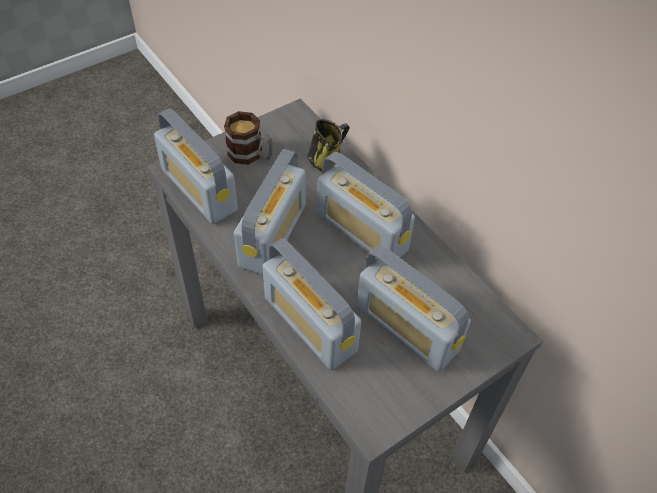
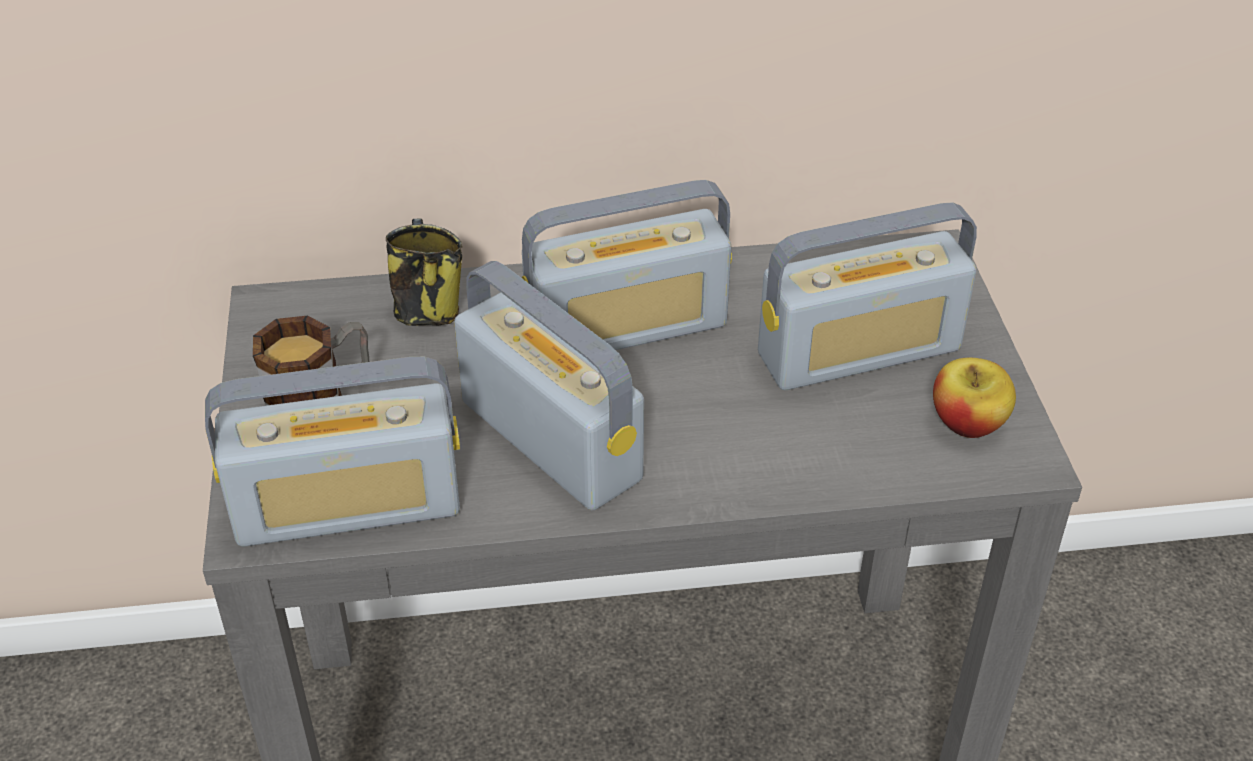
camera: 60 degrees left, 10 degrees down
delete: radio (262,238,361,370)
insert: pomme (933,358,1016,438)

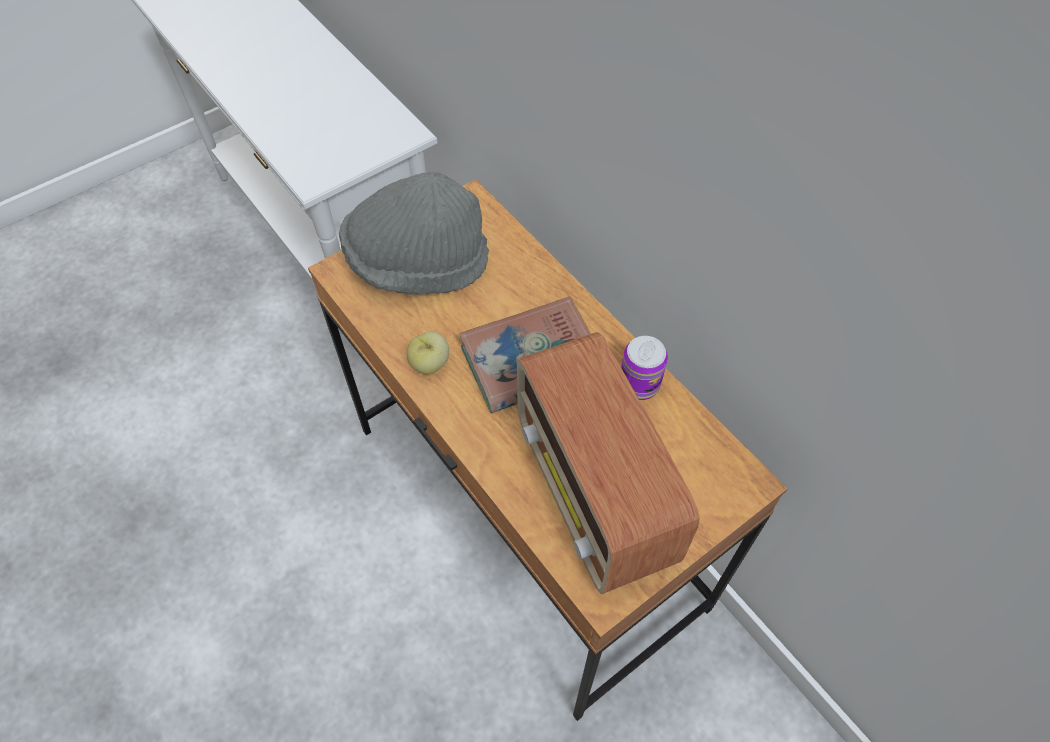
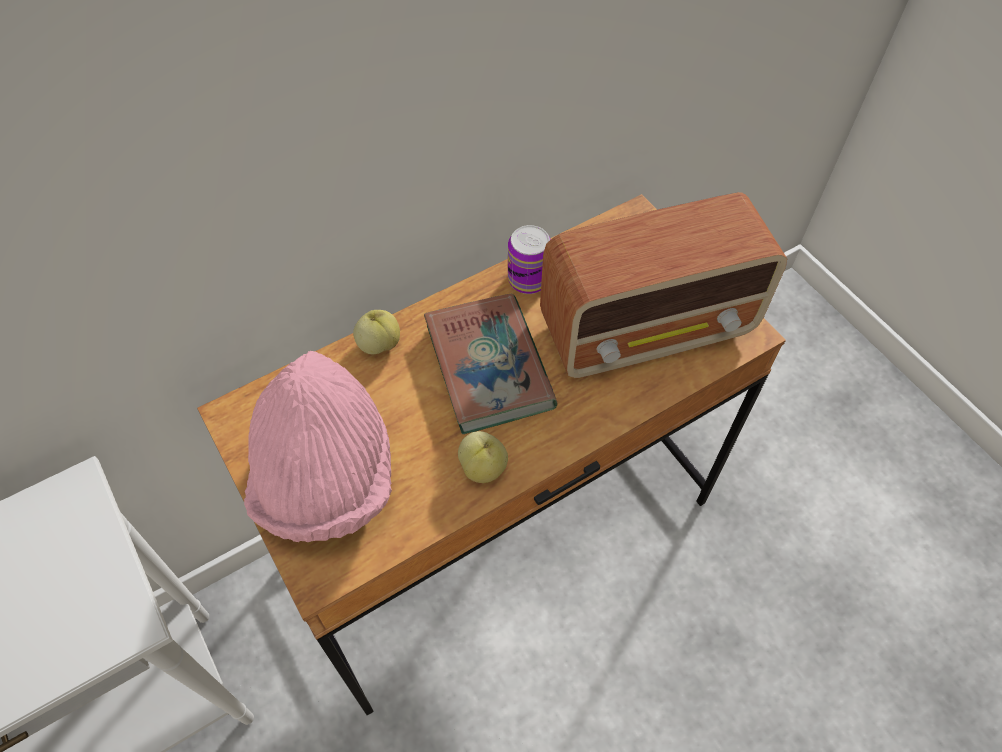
camera: 85 degrees left, 0 degrees up
insert: pomme (353,310,400,354)
recolor: chapeau/gris (339,172,489,295) to chapeau/rose (244,351,392,542)

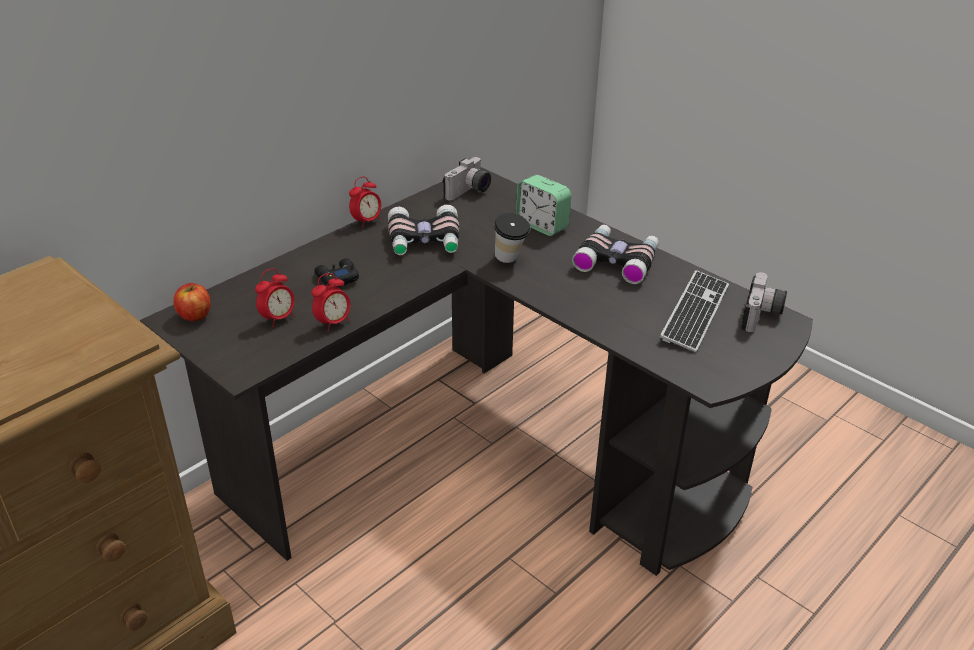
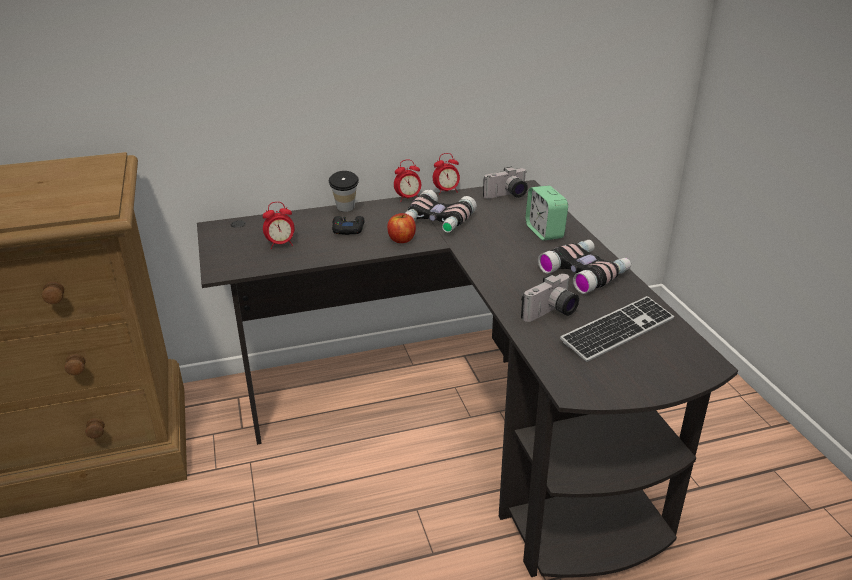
camera: 30 degrees right, 5 degrees down
move: tasse (494,213,531,263) to (329,171,359,212); appareil photo (741,272,787,332) to (521,274,579,322); réveil (312,273,350,332) to (433,153,460,195); pomme (173,283,211,321) to (387,213,416,243)

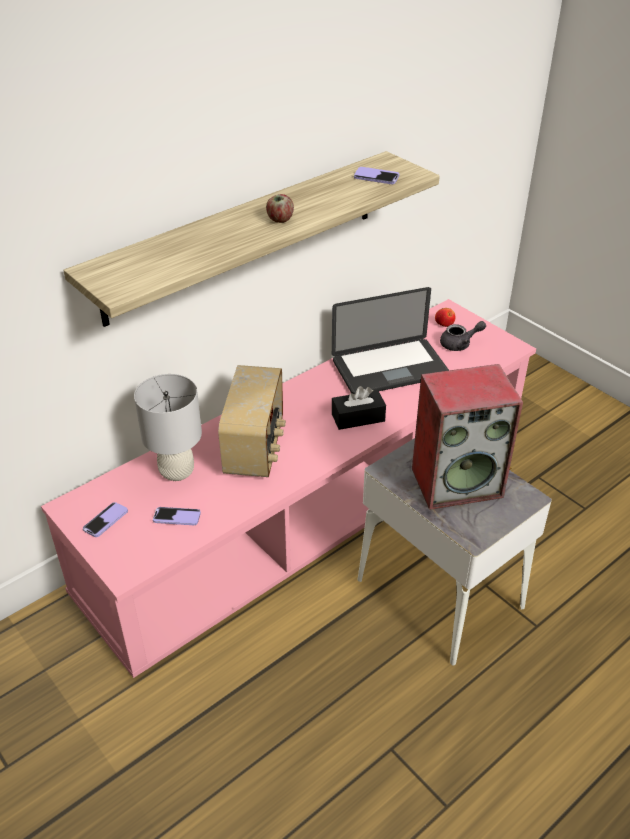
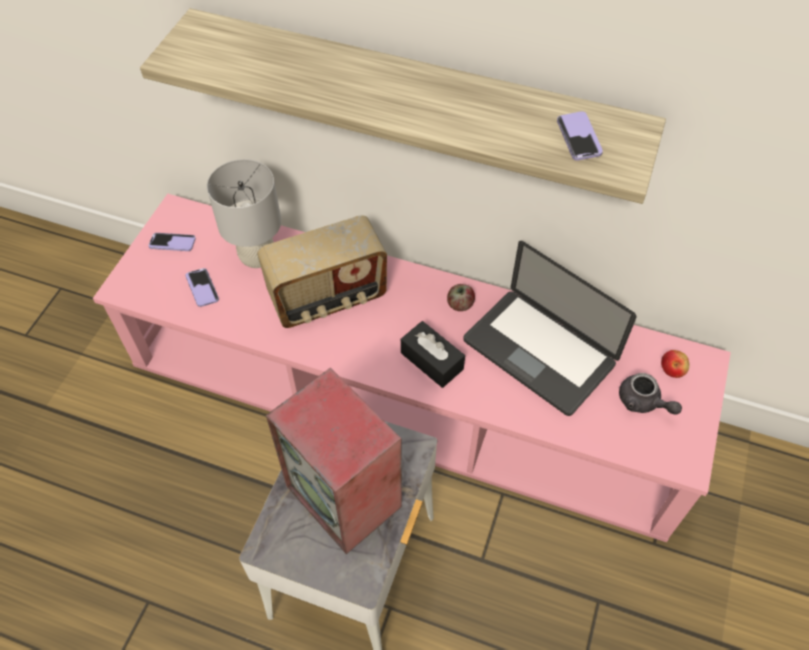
camera: 60 degrees right, 15 degrees up
move: pomme (266,194,294,223) to (447,284,475,311)

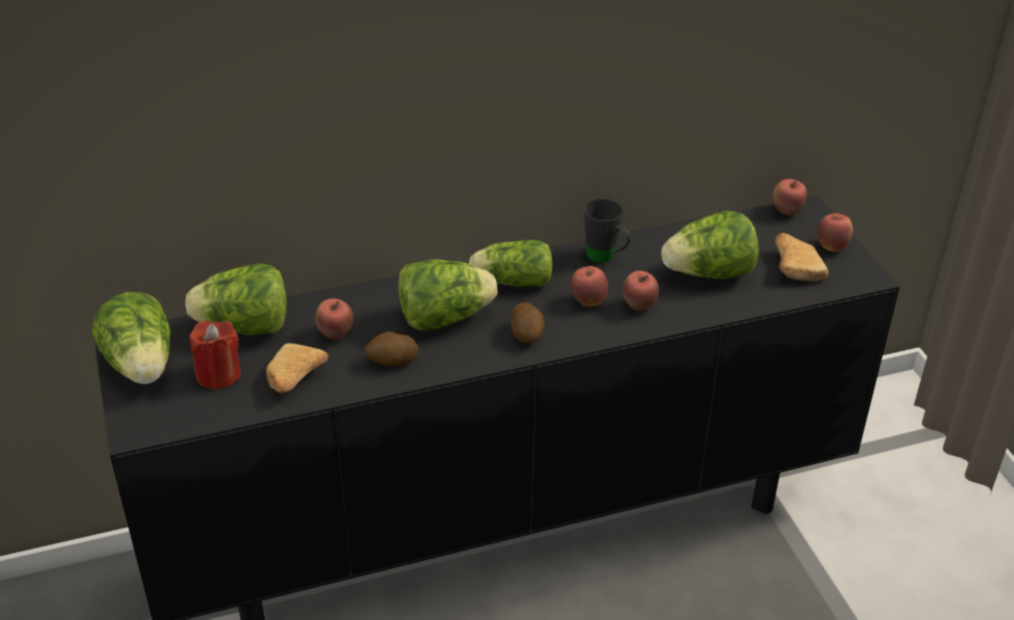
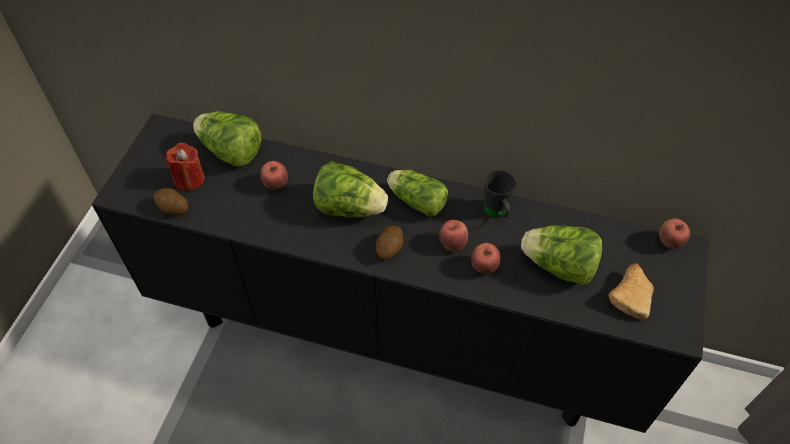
camera: 35 degrees right, 15 degrees up
delete: pomme (817,213,853,252); laitue (92,292,171,384); pain (266,343,328,393)
move: pomme de terre (364,332,419,366) to (153,188,188,215)

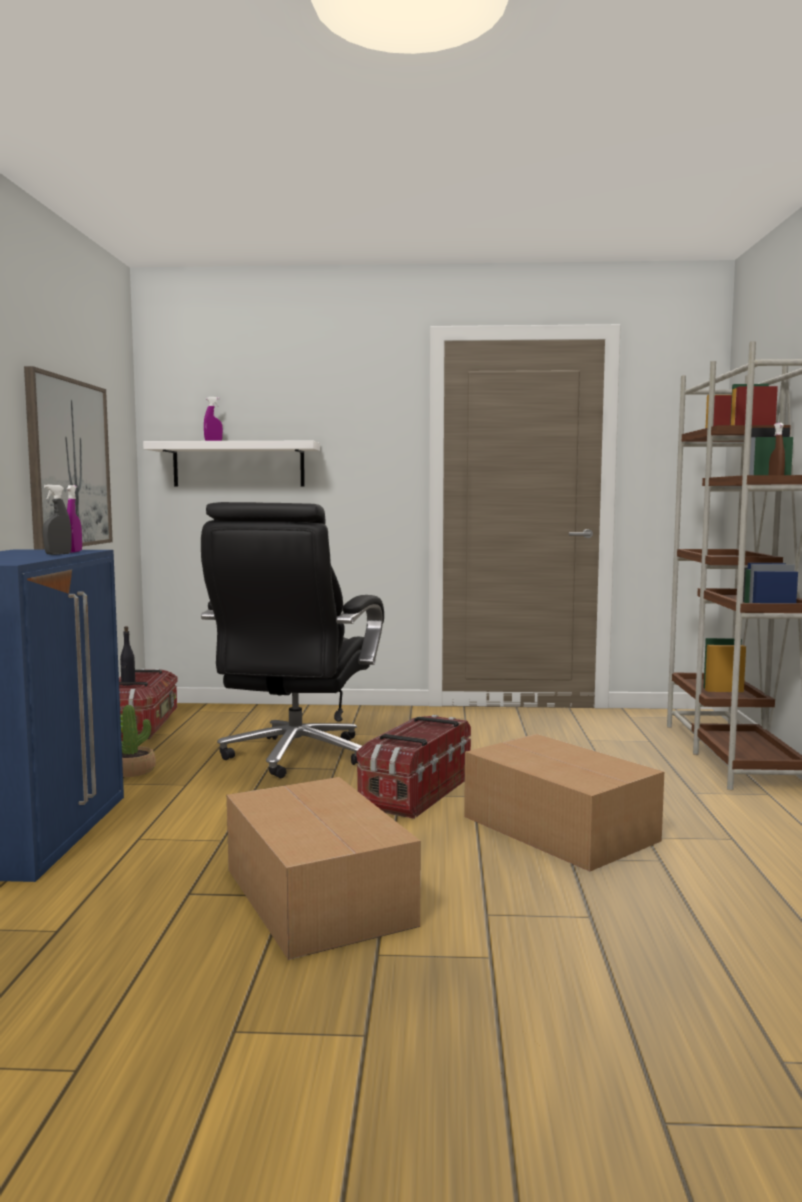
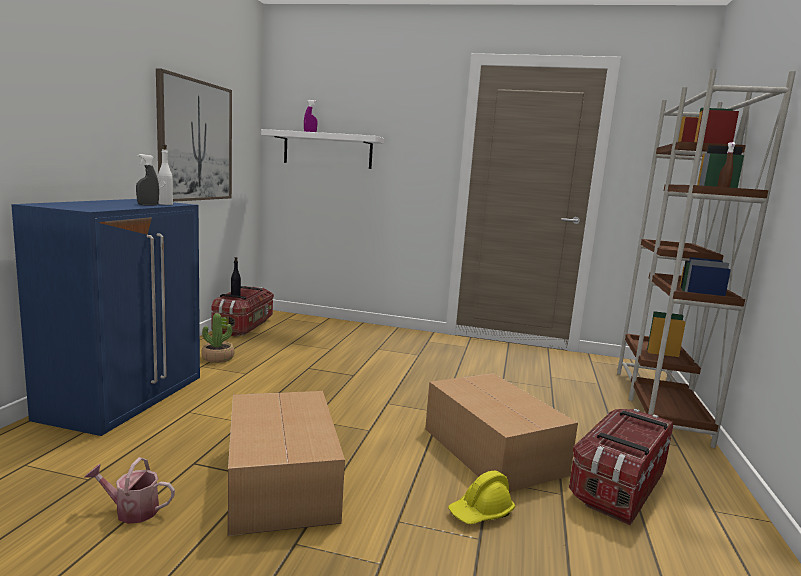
camera: 10 degrees right, 5 degrees up
delete: chaise de bureau/noir (201,502,384,778)
insert: arrosoir (84,457,175,524); casque de chantier/jaune (448,471,515,524)
move: boîte de rangement (357,715,471,819) to (569,409,673,526)
replace: vaporisateur/violet (67,485,82,553) to bouteille/blanc (158,144,173,205)

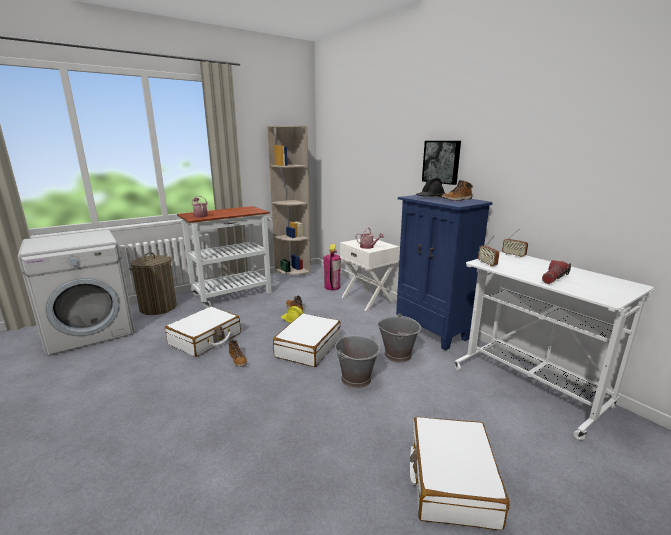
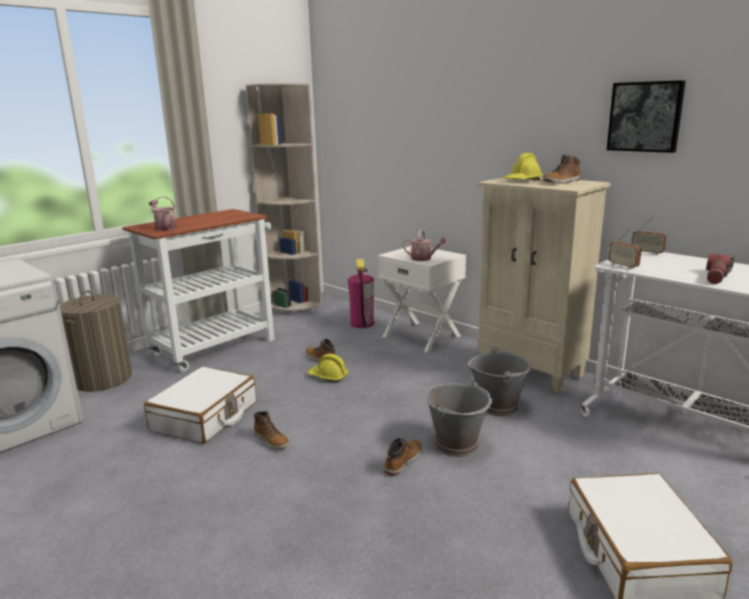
camera: 10 degrees left, 0 degrees up
delete: valise/blanc (273,313,341,367)
insert: botte (384,438,422,476)
move: tableau (422,141,461,185) to (607,80,686,153)
recolor: casque de chantier/noir (415,178,445,197) to casque de chantier/jaune (504,153,543,180); meuble de rangement/bleu (396,195,492,350) to meuble de rangement/beige (477,177,611,393)

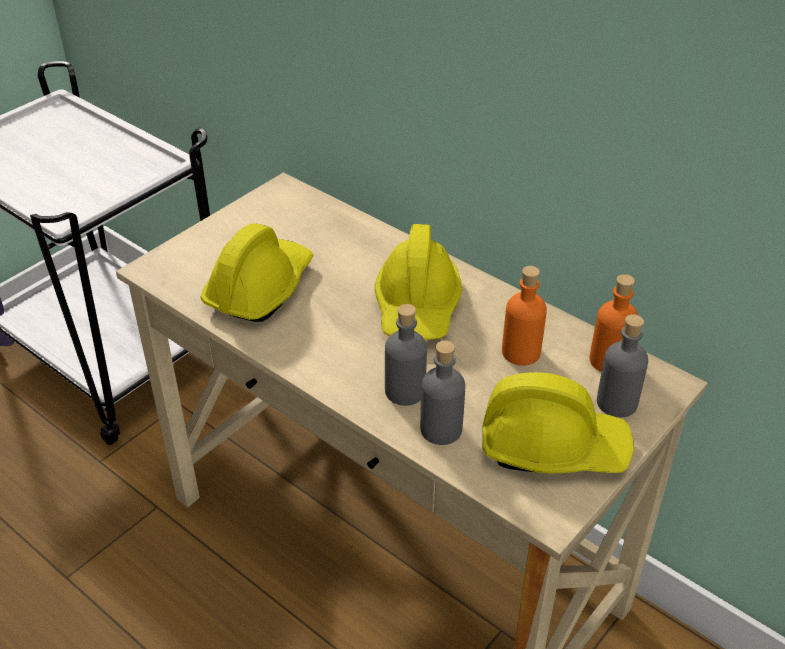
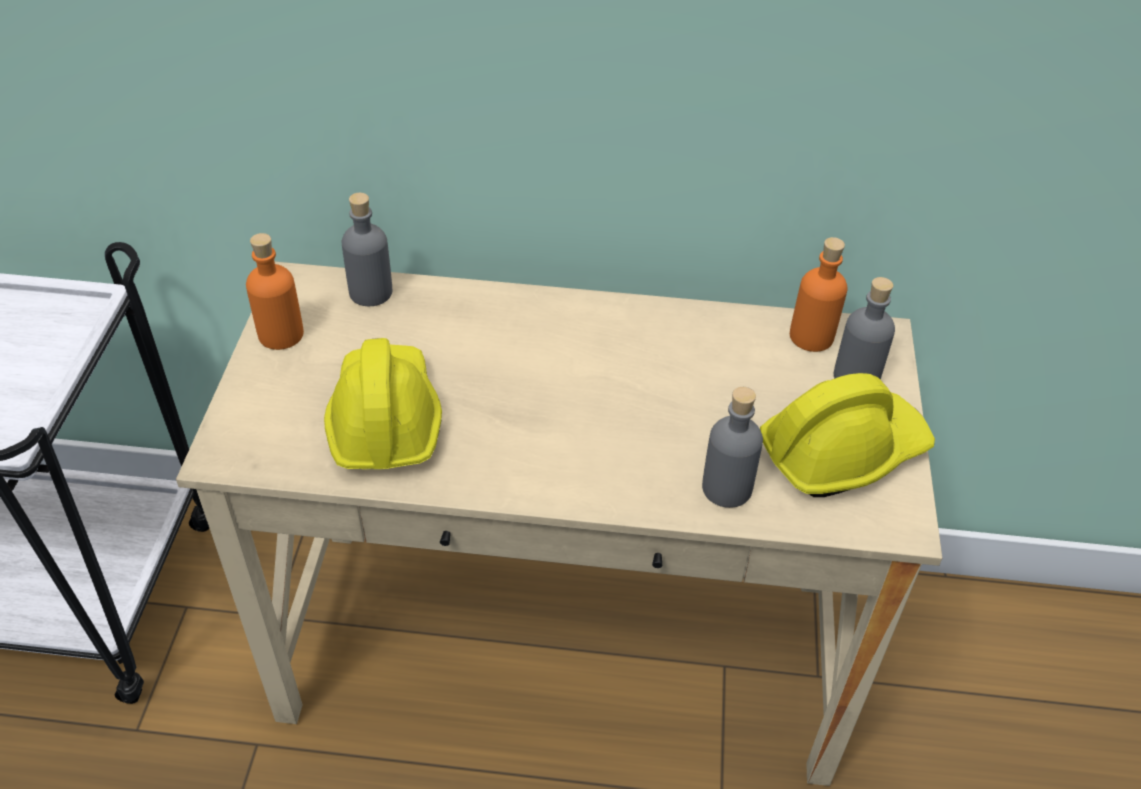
camera: 35 degrees left, 5 degrees up
delete: casque de chantier/jaune (375,224,462,340)
move: bouteille/orange (502,266,547,366) to (246,233,304,350); bouteille/gris (385,304,427,406) to (342,193,392,306)

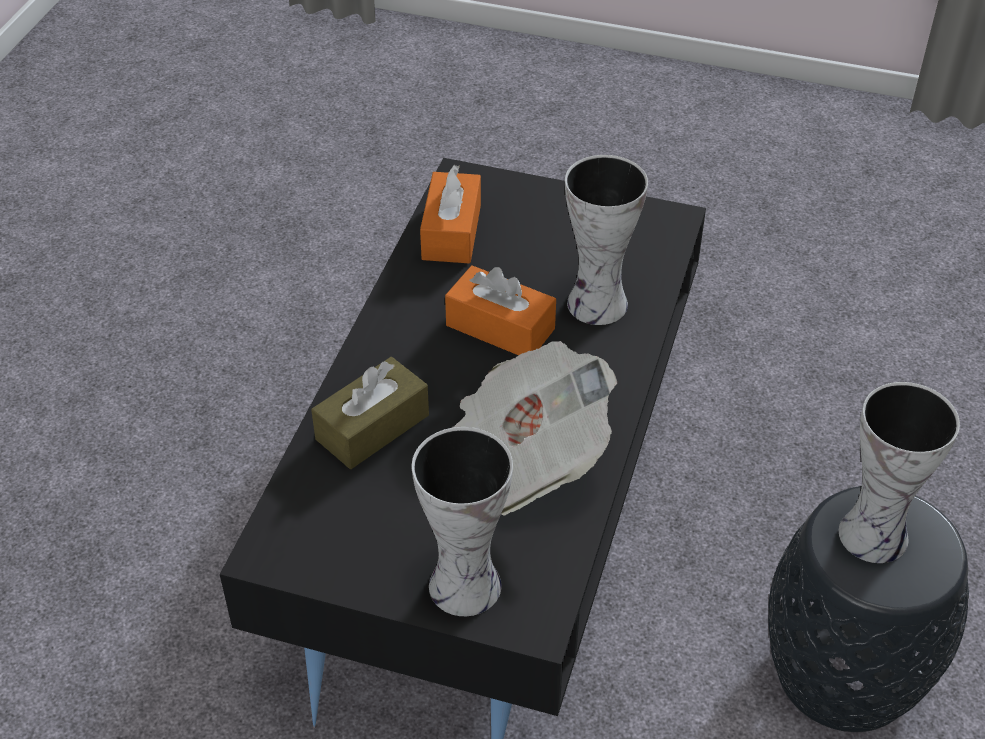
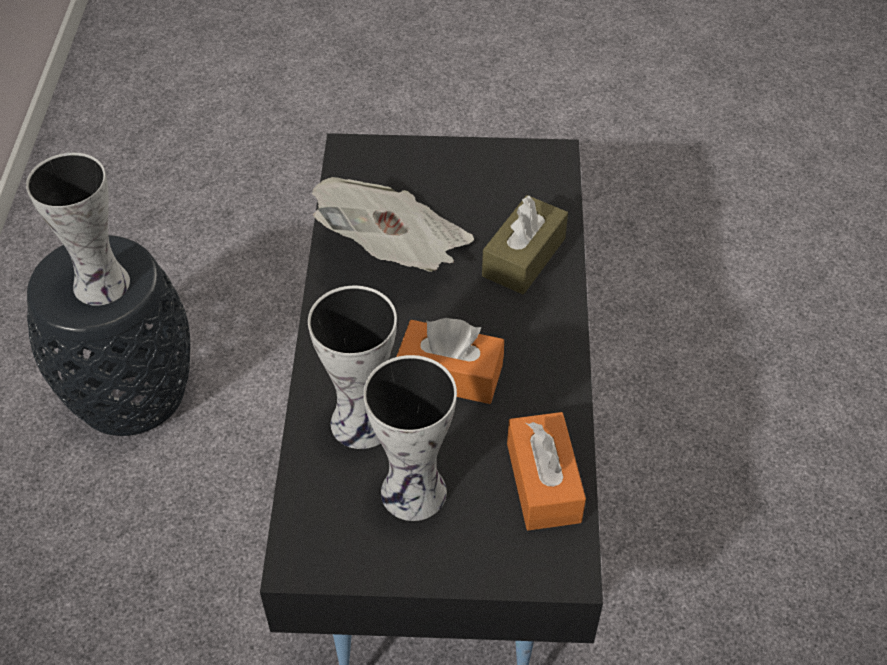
camera: 165 degrees right, 5 degrees up
move: vase (412,427,513,616) to (363,355,457,521)

